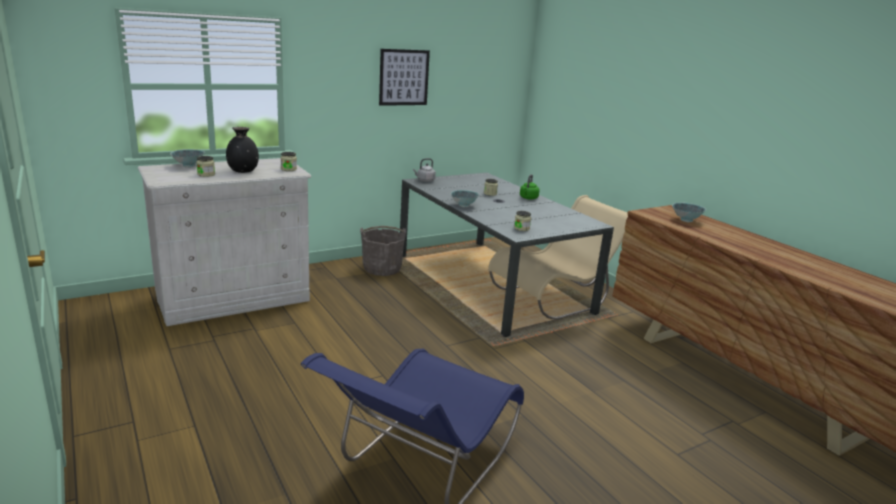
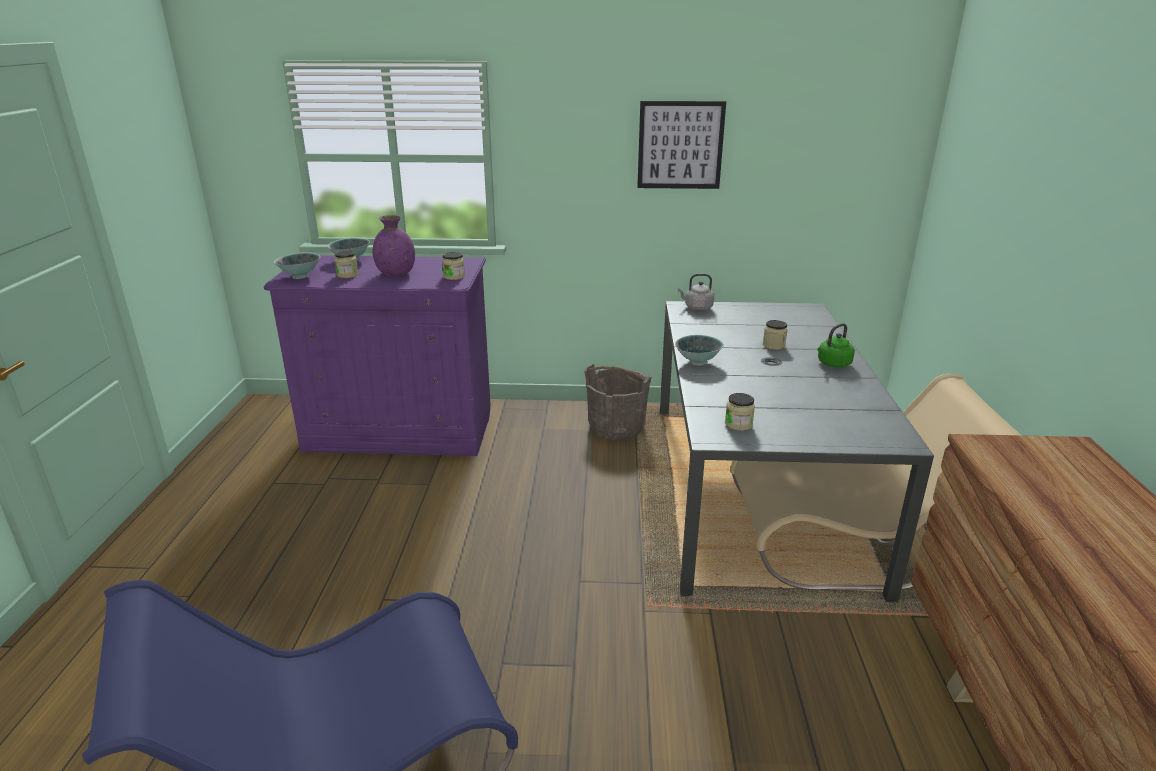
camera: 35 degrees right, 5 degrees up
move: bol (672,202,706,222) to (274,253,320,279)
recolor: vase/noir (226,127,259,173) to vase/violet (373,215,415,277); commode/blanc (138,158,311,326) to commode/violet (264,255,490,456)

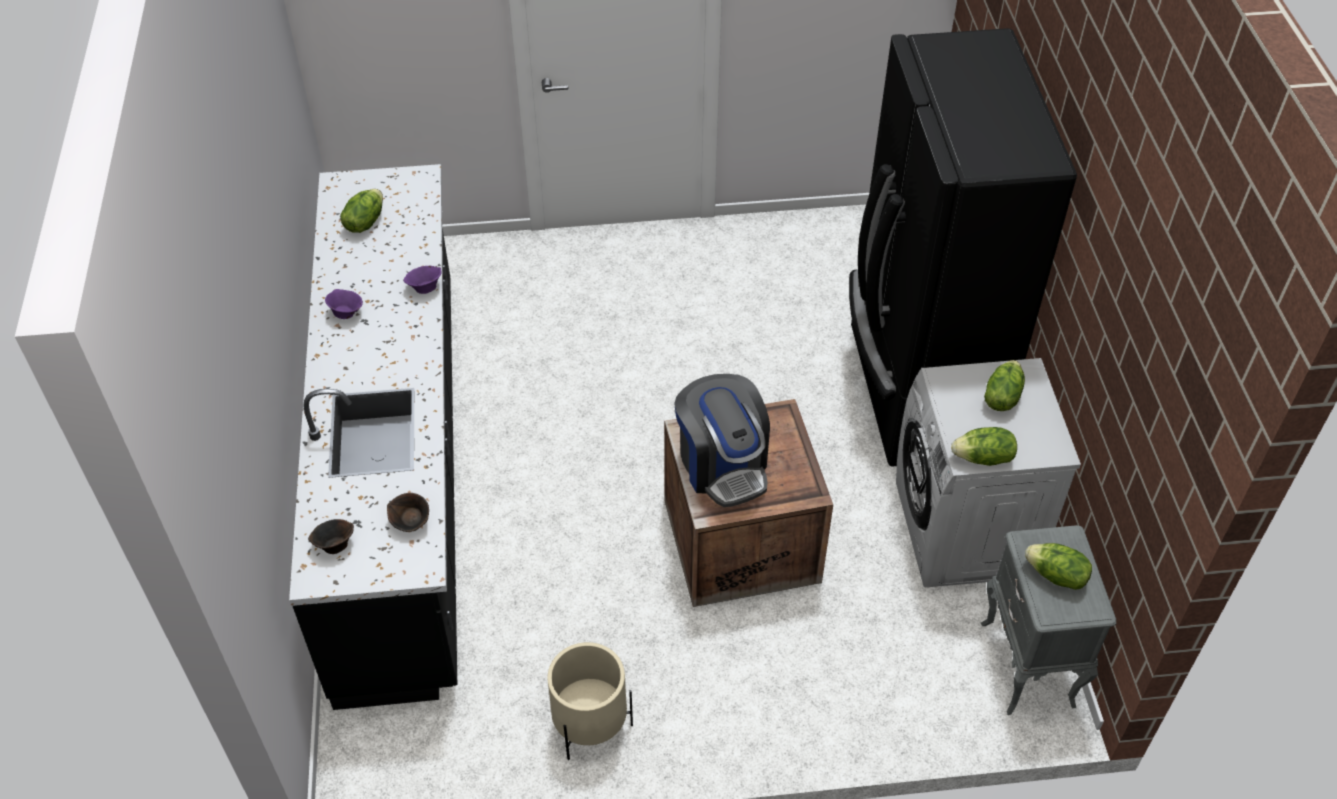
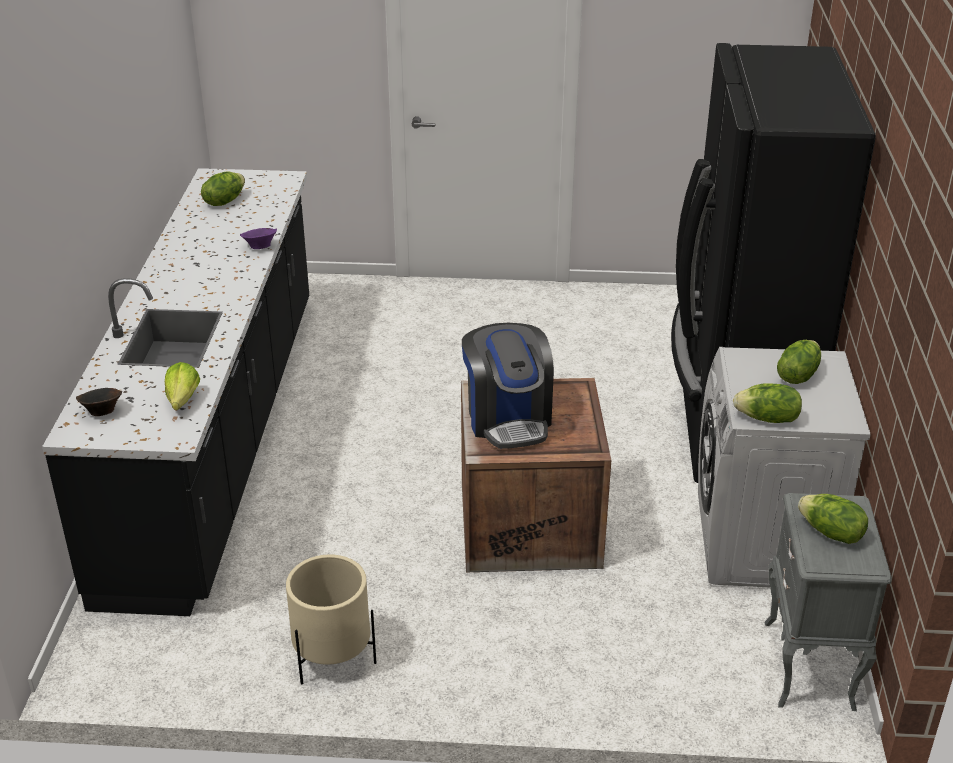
camera: 10 degrees right, 15 degrees down
delete: bol/violet (325,289,363,319)
replace: bol/marron (387,493,429,532) to laitue (165,362,200,410)

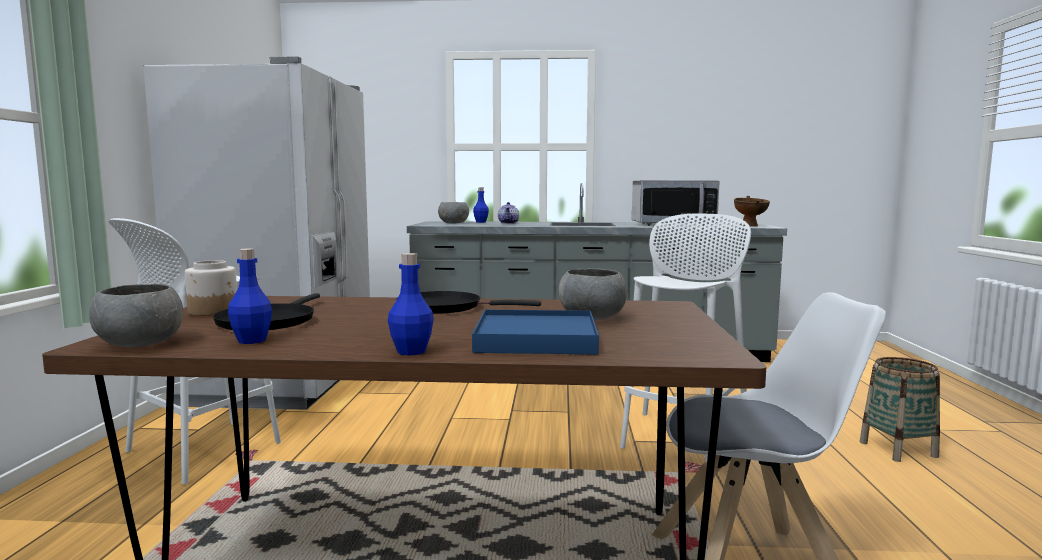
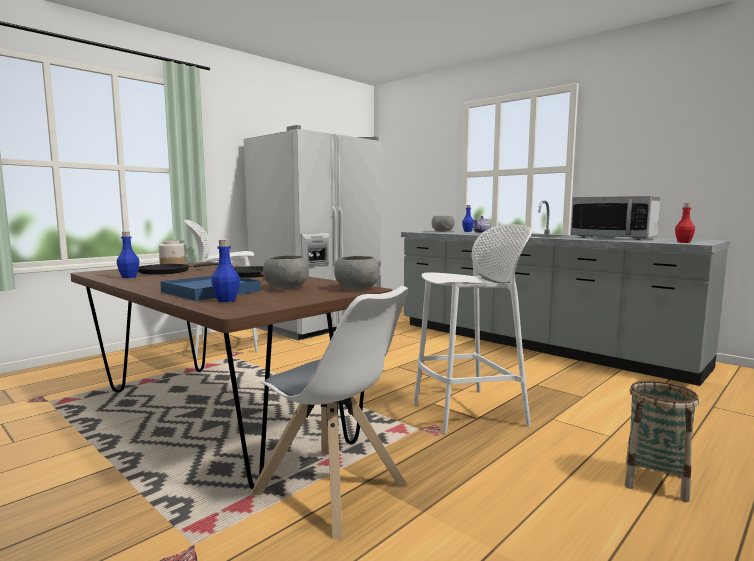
camera: 40 degrees right, 0 degrees up
move: bouteille/bleu (388,253,434,356) to (211,240,240,302); bol/gris (89,284,183,347) to (334,256,380,290)
replace: bol/marron (734,196,770,227) to bouteille/rouge (675,203,695,243)

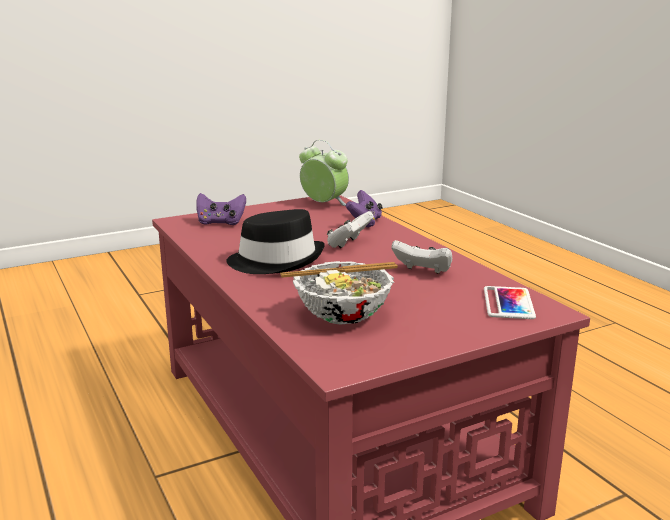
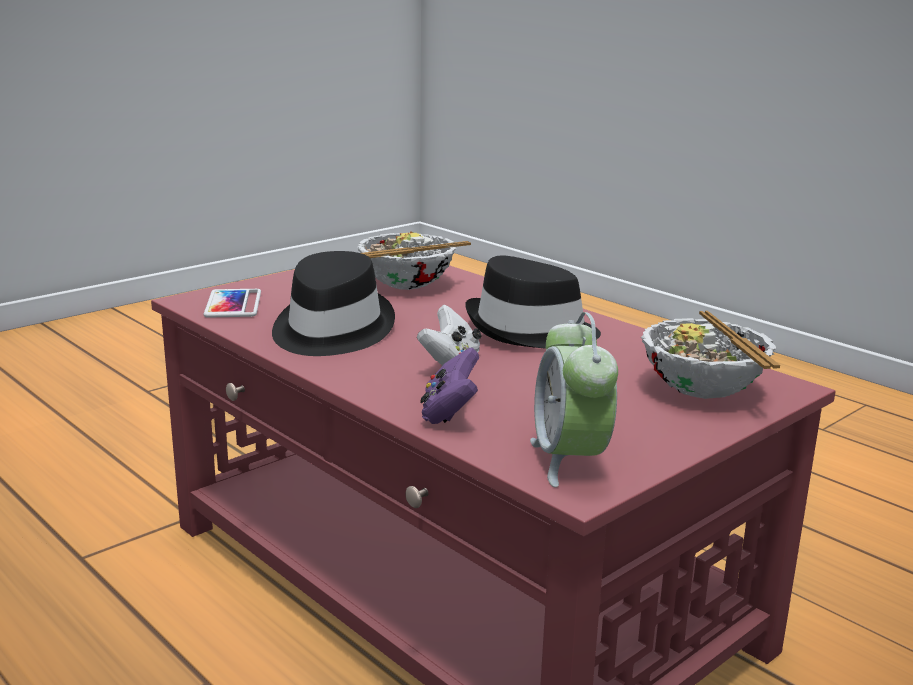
camera: 165 degrees right, 0 degrees up
replace: manette/violet (197,193,246,225) to bol (641,311,780,399); manette/blanc (391,240,452,274) to chapeau/noir (272,251,395,356)
rotate: réveil (299,140,349,206) = (530,312,618,487) 60 degrees clockwise

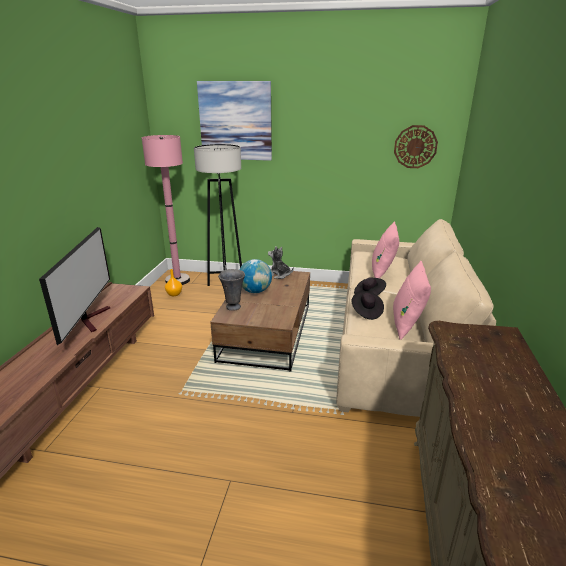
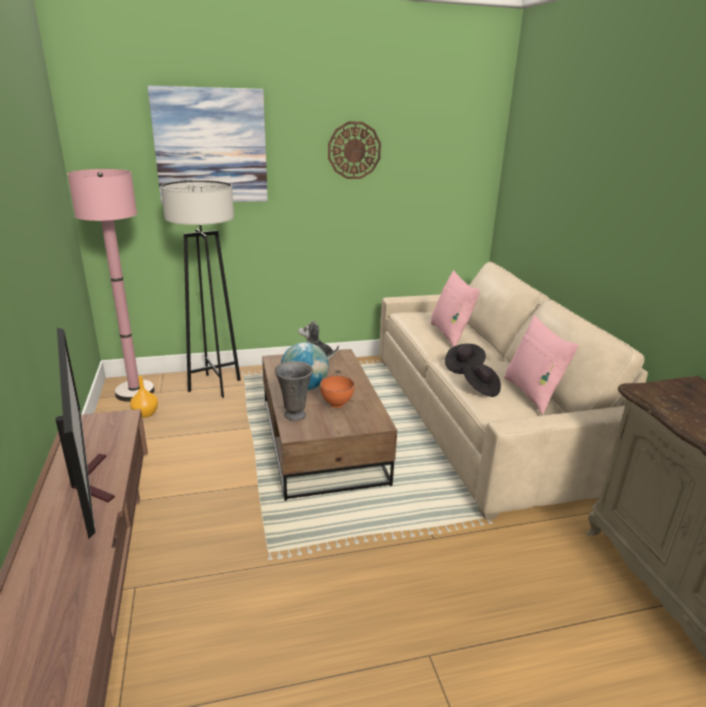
camera: 25 degrees left, 0 degrees up
insert: bol/orange (320,376,355,408)
move: horloge murale (394,125,438,168) to (328,121,381,179)

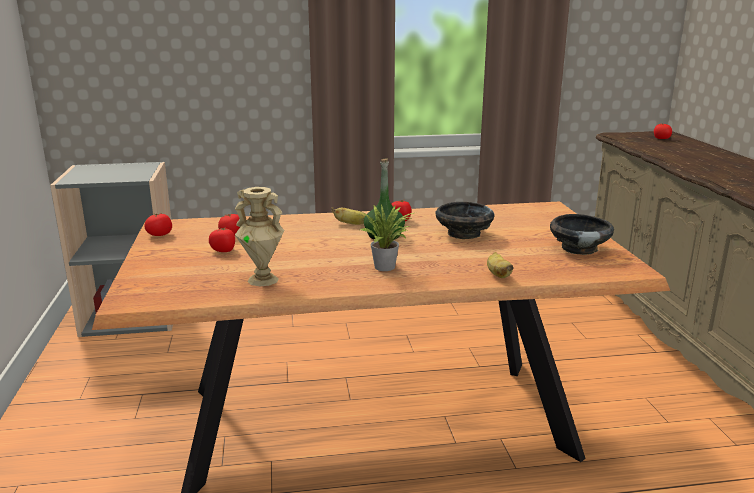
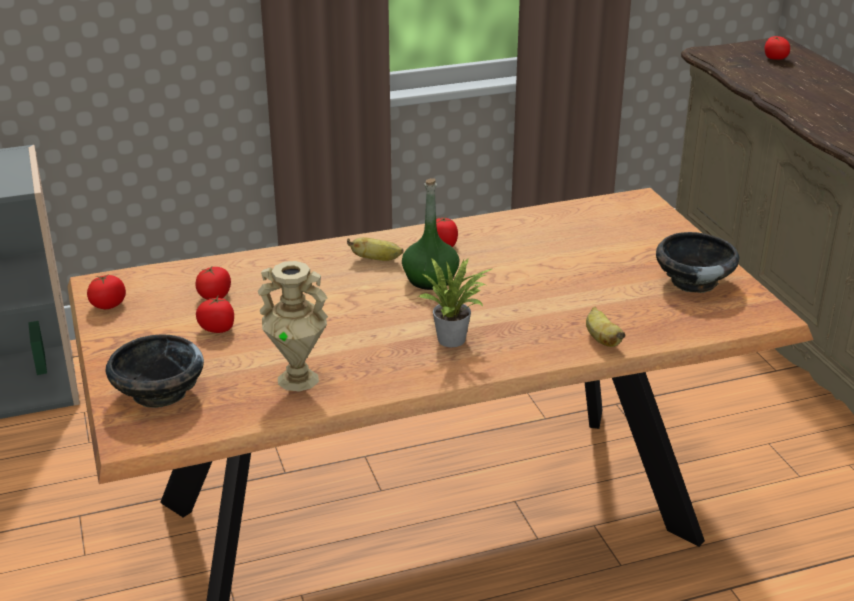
camera: 10 degrees left, 10 degrees up
move: bol/noir (435,202,495,239) to (106,335,204,408)

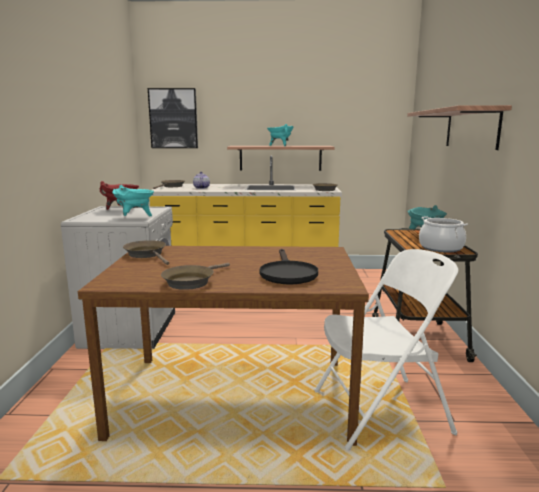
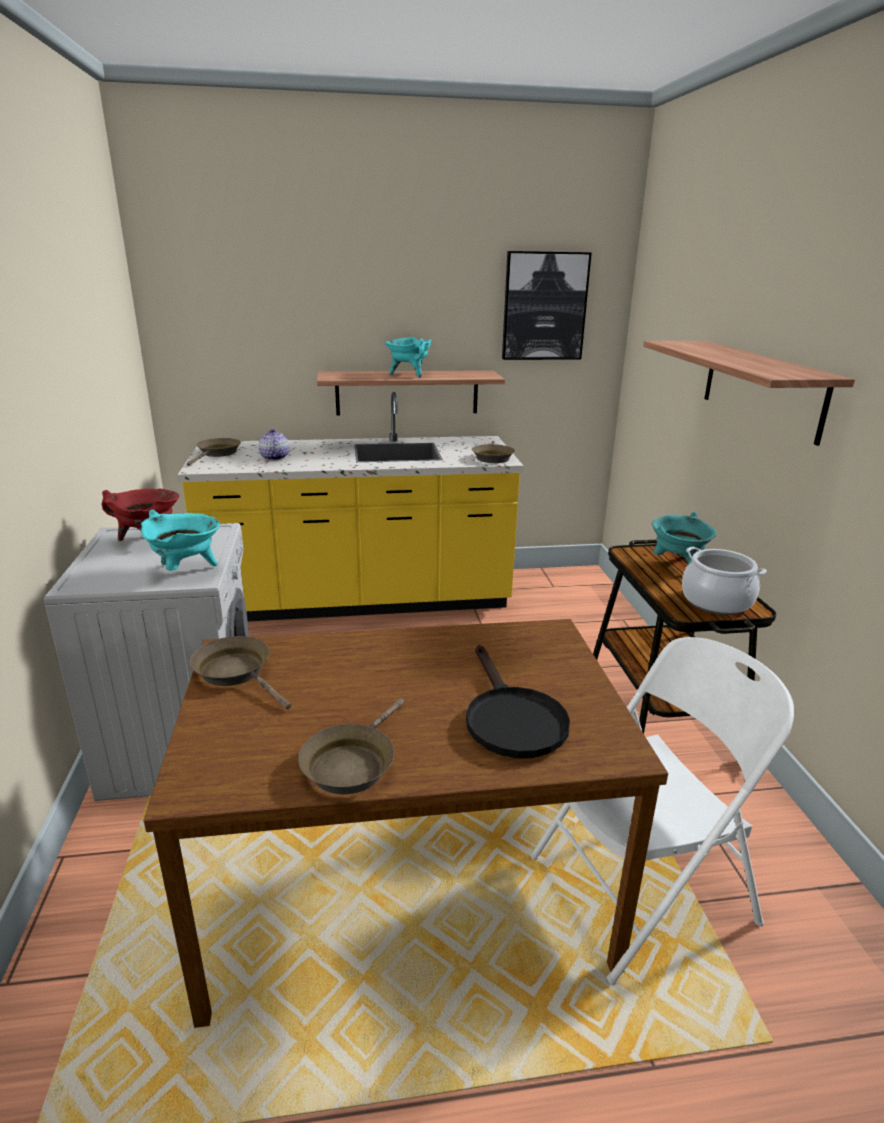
camera: 10 degrees left, 10 degrees up
move: tableau (148,88,198,148) to (502,251,591,360)

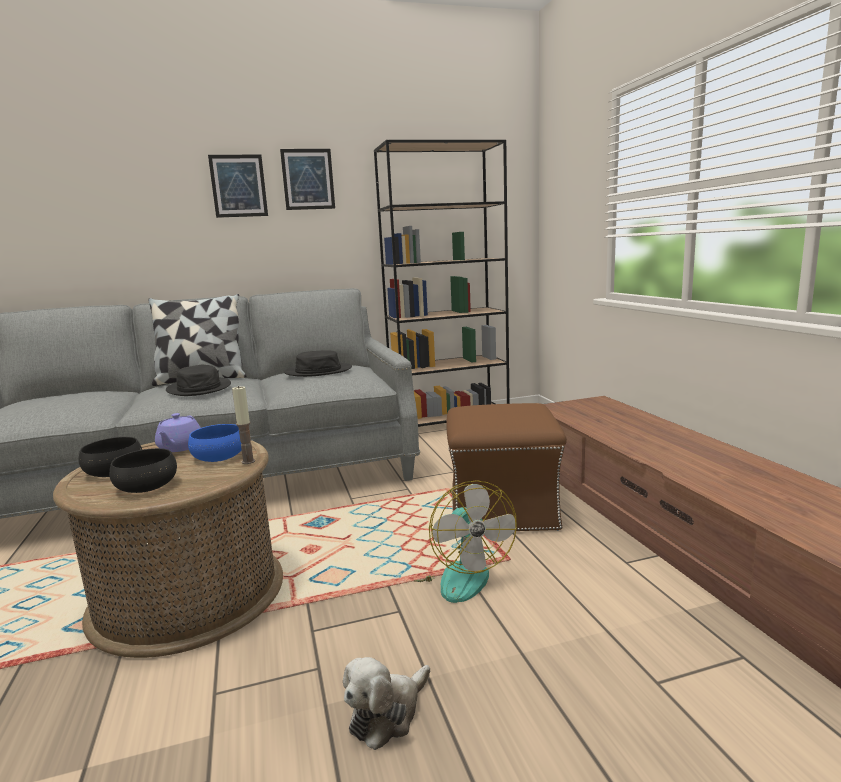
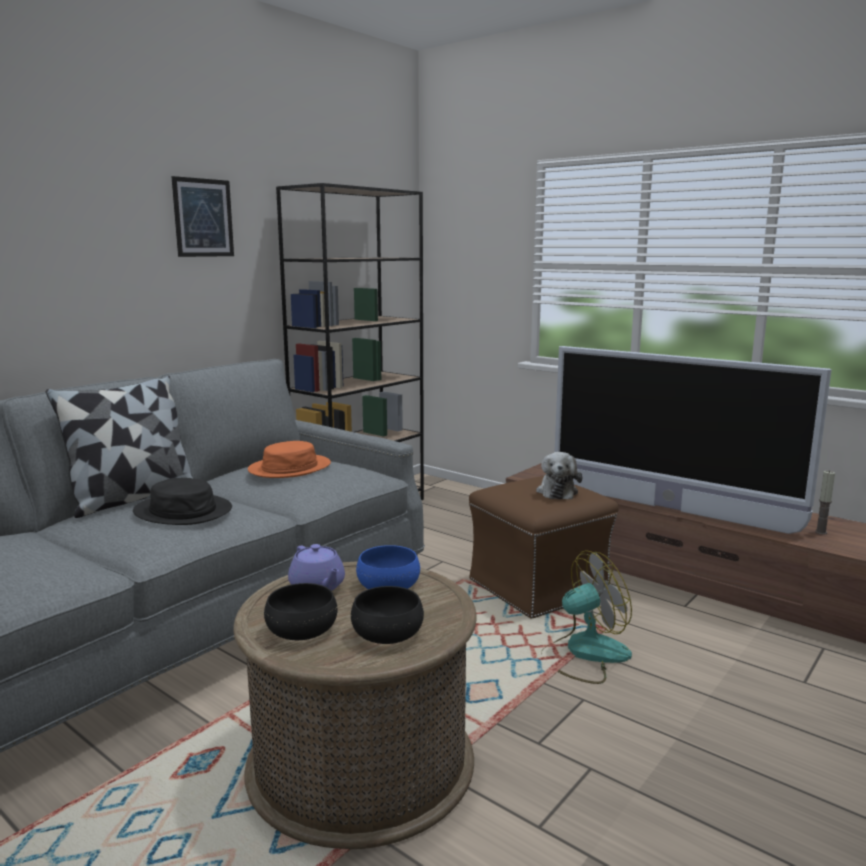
camera: 35 degrees left, 0 degrees up
delete: tableau (208,155,268,218)
insert: téléviseur (555,346,832,534)
move: bougie (232,386,255,464) to (815,470,835,534); peluche (343,657,430,750) to (536,452,582,500)
recolor: chapeau/noir (284,350,352,377) to chapeau/orange (248,441,331,478)
rotate: ventilateur (414,480,517,603) = (541,550,632,684) 60 degrees counterclockwise

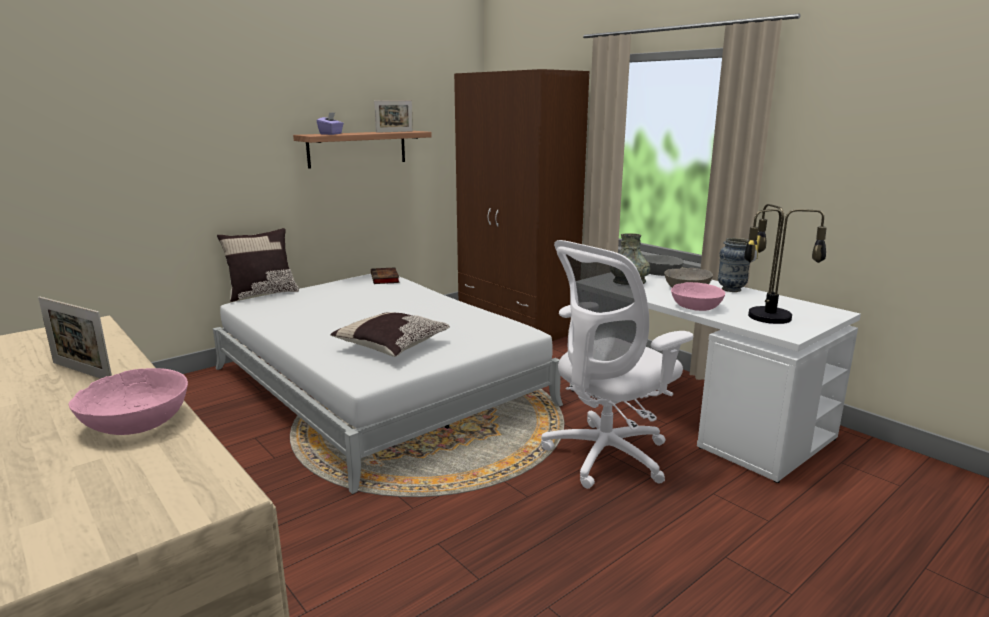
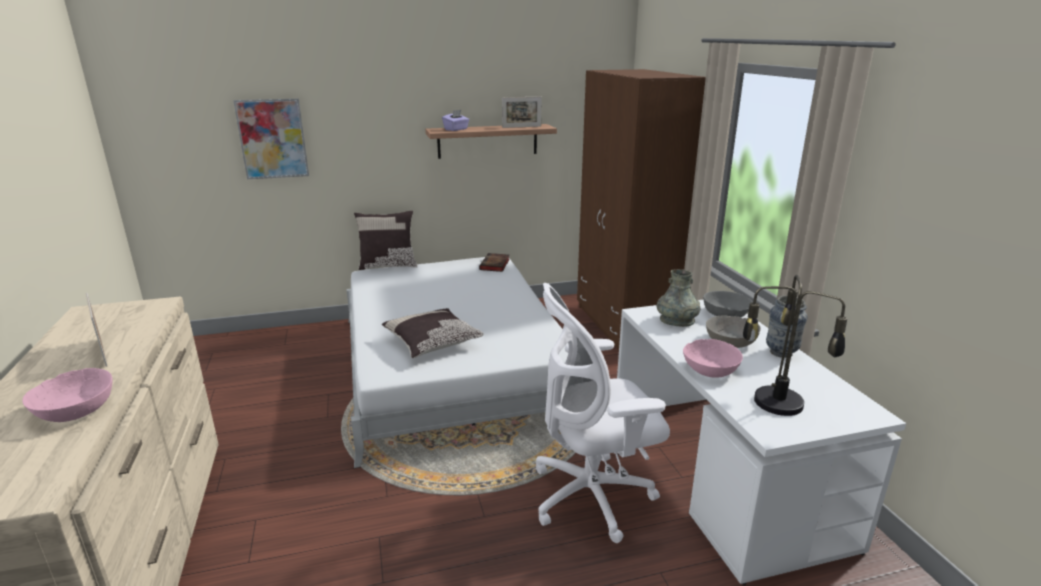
camera: 25 degrees right, 5 degrees up
insert: tableau (233,99,309,179)

